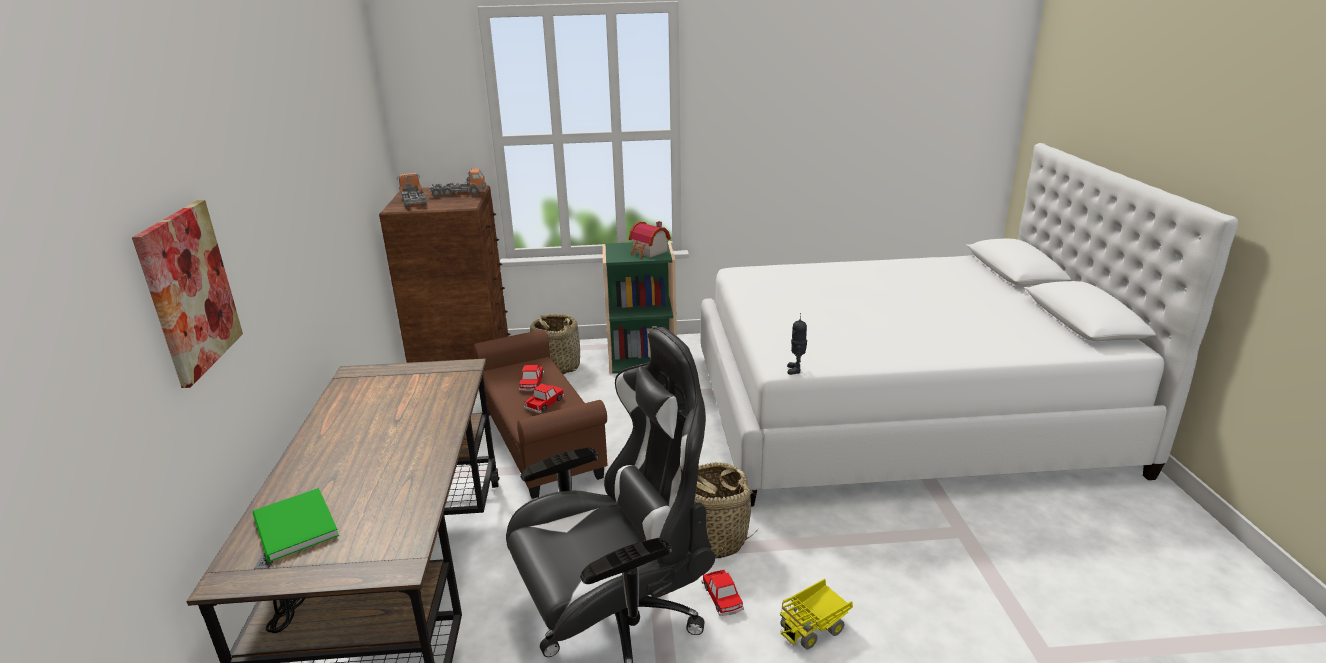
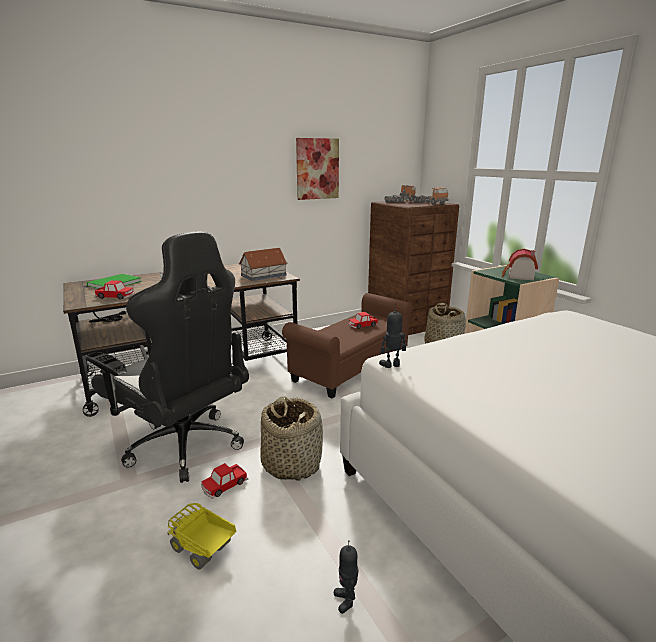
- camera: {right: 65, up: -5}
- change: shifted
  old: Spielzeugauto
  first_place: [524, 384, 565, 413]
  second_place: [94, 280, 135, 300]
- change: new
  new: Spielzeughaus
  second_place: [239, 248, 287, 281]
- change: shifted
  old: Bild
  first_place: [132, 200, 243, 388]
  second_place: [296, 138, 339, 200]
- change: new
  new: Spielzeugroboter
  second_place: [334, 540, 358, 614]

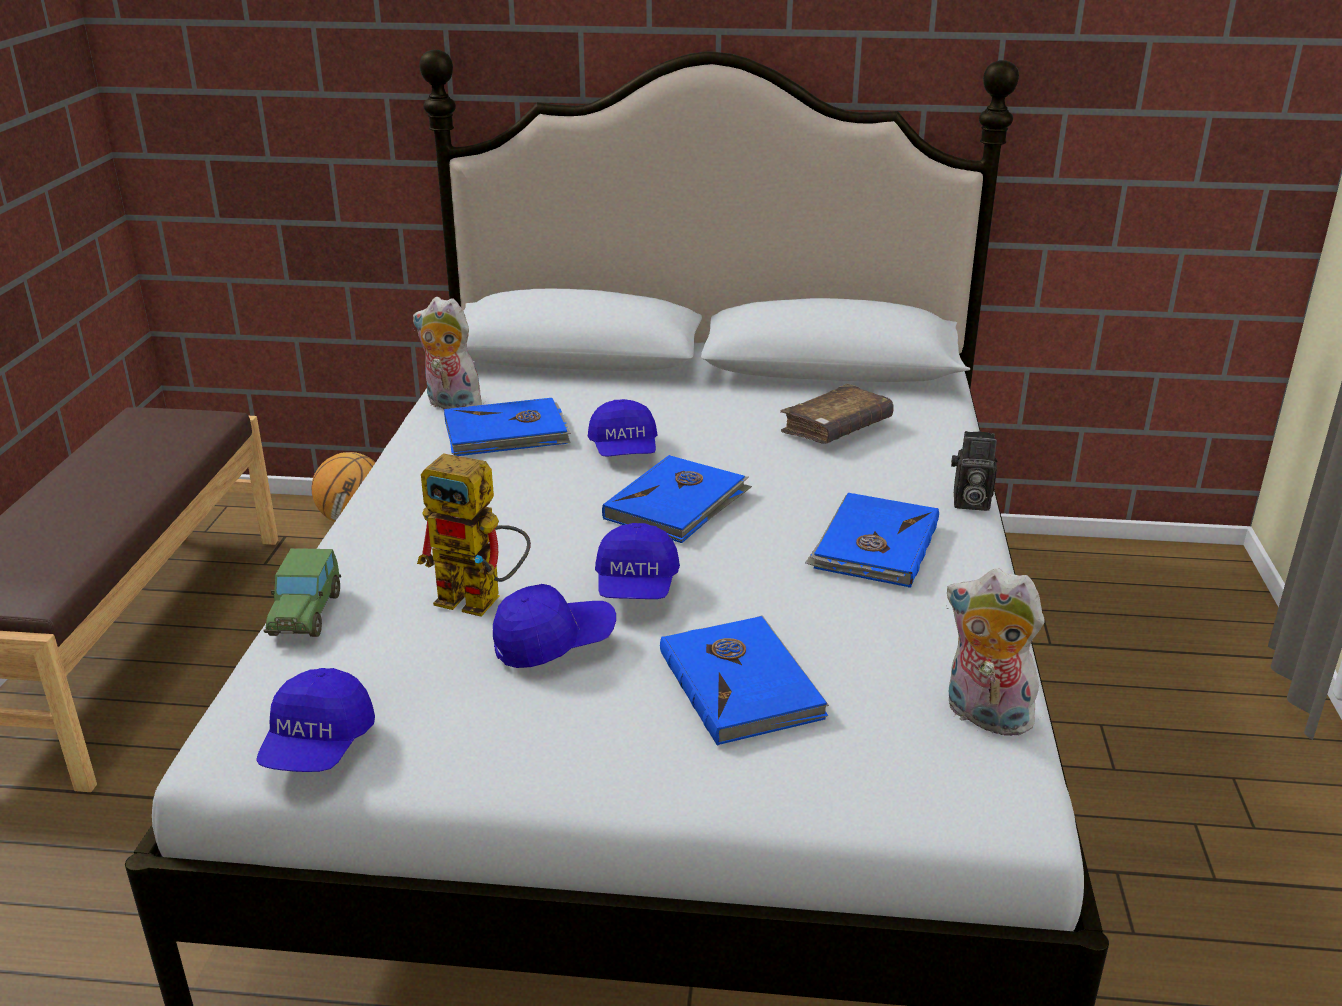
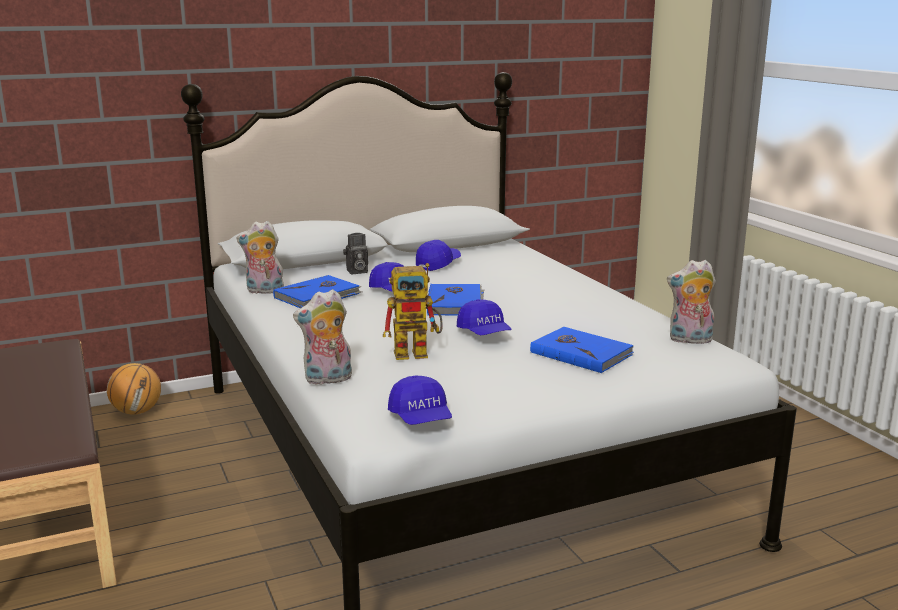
- camera: {right: -30, up: -10}
- change: swapped
  old: Spielzeugauto
  new: Plüschtier
  first_place: [264, 548, 341, 637]
  second_place: [293, 289, 352, 385]
- change: shifted
  old: Kamera
  first_place: [951, 431, 997, 511]
  second_place: [343, 233, 368, 274]
- change: shifted
  old: Kappe/blau
  first_place: [493, 584, 616, 668]
  second_place: [416, 240, 461, 271]
- change: gone
  old: Buch/braun
  first_place: [780, 384, 894, 444]
- change: gone
  old: Buch/blau
  first_place: [805, 493, 939, 588]

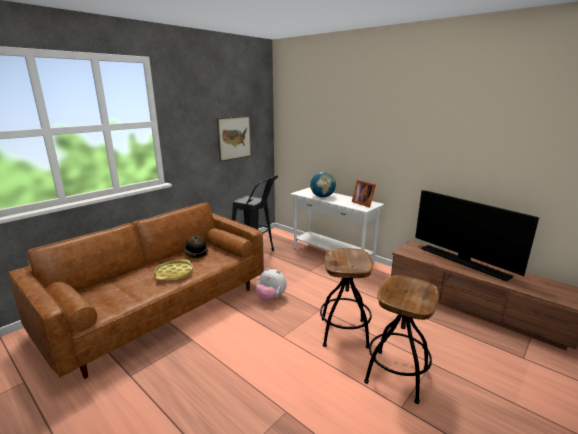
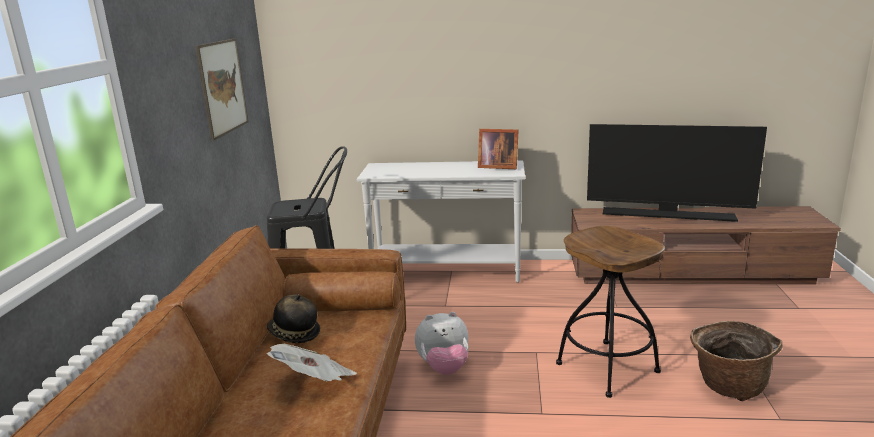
- camera: {right: -35, up: 0}
- change: swapped
  old: Tablett/gelb
  new: Zeitung
  first_place: [154, 259, 193, 281]
  second_place: [266, 344, 357, 382]
- change: swapped
  old: Hocker/braun
  new: Korb
  first_place: [364, 275, 439, 404]
  second_place: [690, 321, 783, 402]
- change: gone
  old: Globus
  first_place: [310, 172, 336, 198]

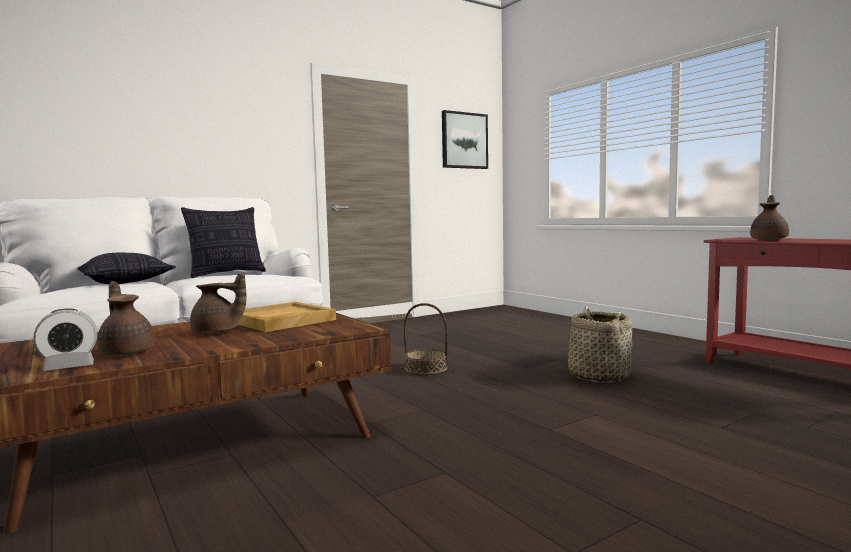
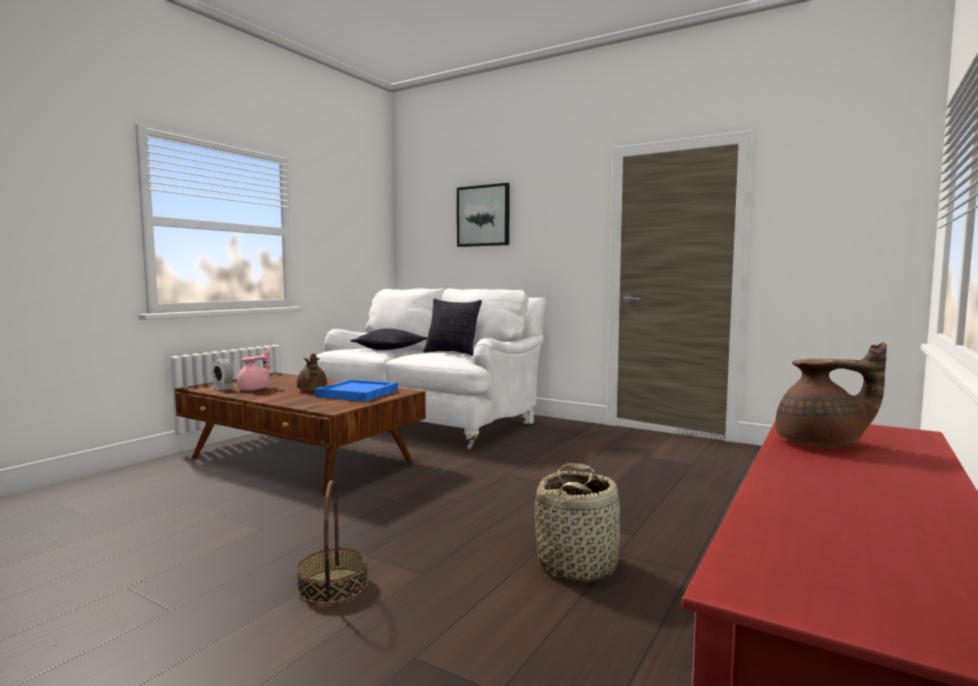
- camera: {right: 65, up: 0}
- change: repainted
  old: Teekanne/braun
  new: Teekanne/rosa
  first_place: [97, 281, 155, 356]
  second_place: [237, 348, 270, 390]
- change: shifted
  old: Korb
  first_place: [404, 303, 448, 375]
  second_place: [296, 480, 368, 605]
- change: repainted
  old: Tablett/beige
  new: Tablett/blau
  first_place: [238, 302, 336, 332]
  second_place: [315, 379, 398, 401]
- change: shifted
  old: Bild
  first_place: [442, 110, 488, 169]
  second_place: [457, 183, 510, 247]

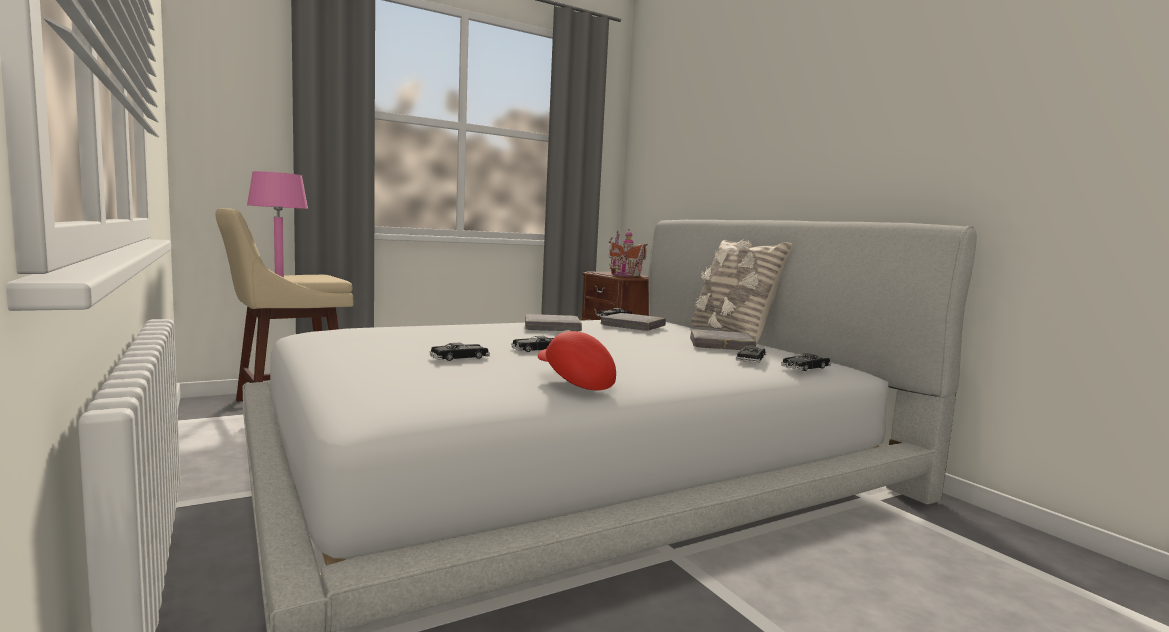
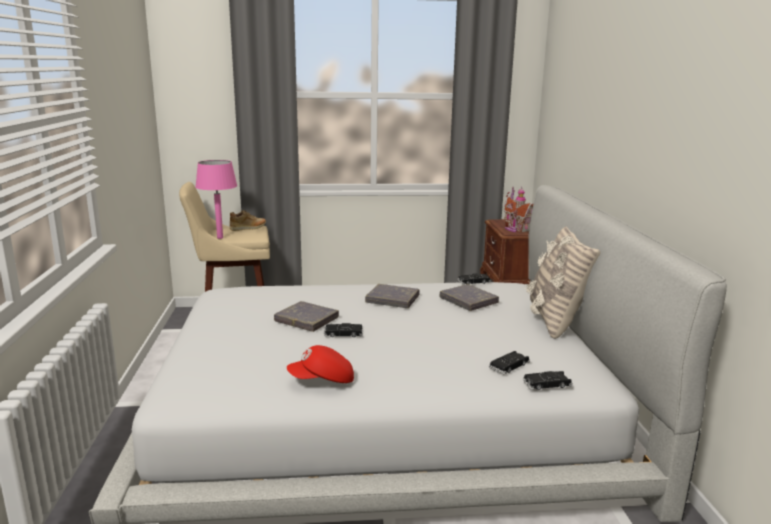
- camera: {right: 25, up: 10}
- change: new
  new: Schuh/beige
  second_place: [230, 210, 266, 231]
- change: shifted
  old: Buch/grau
  first_place: [690, 329, 756, 350]
  second_place: [274, 301, 339, 332]
- change: rotated
  old: Kappe/rot
  first_place: [538, 330, 616, 390]
  second_place: [287, 345, 354, 383]
  degrees: -90
- change: gone
  old: Spielzeugauto/schwarz
  first_place: [430, 343, 490, 361]

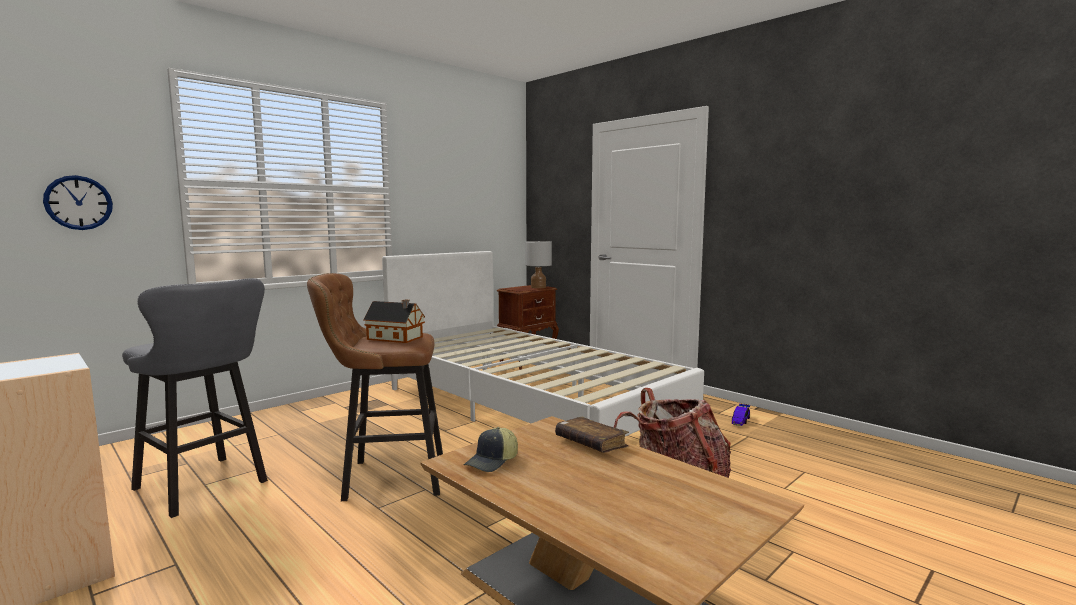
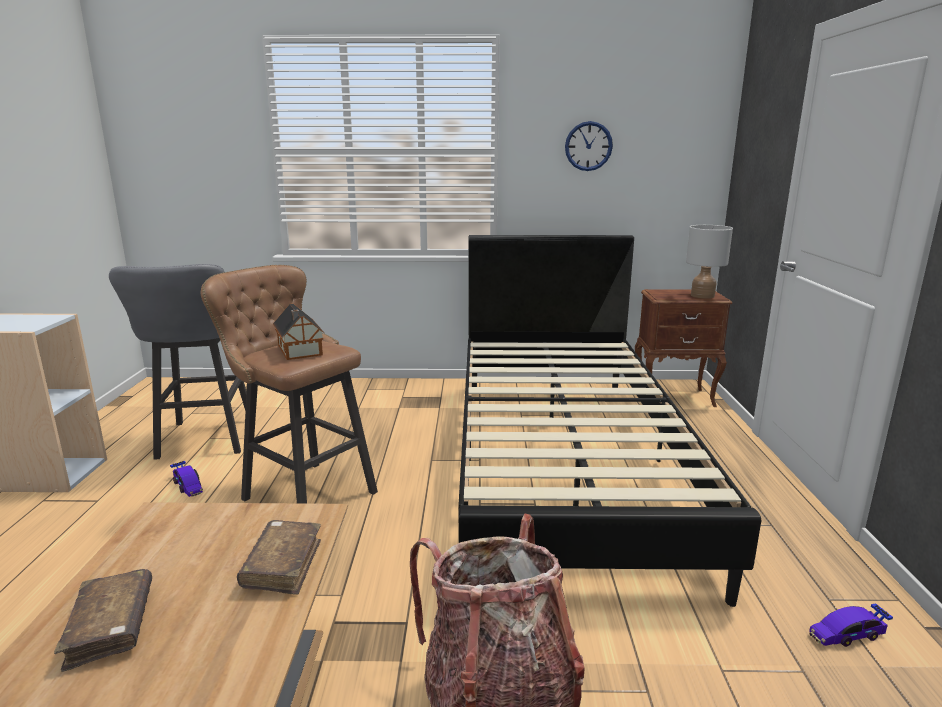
- camera: {right: 45, up: 10}
- change: new
  new: Buch/braun
  second_place: [54, 569, 152, 672]
- change: new
  new: Spielzeugauto
  second_place: [170, 461, 203, 497]
- change: repainted
  old: Bett/weiß
  new: Bett/schwarz
  first_place: [382, 251, 704, 436]
  second_place: [458, 235, 761, 607]
- change: shifted
  old: Wanduhr
  first_place: [43, 175, 113, 230]
  second_place: [565, 121, 613, 171]
- change: gone
  old: Kappe
  first_place: [464, 427, 518, 472]

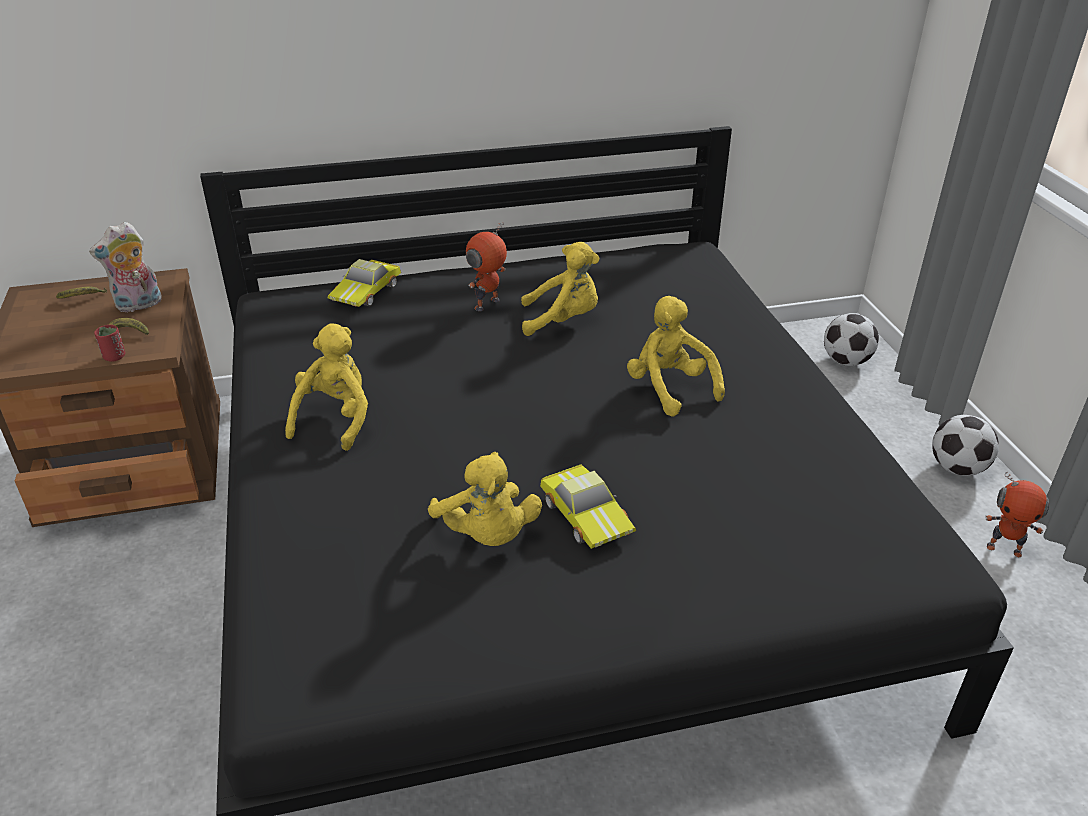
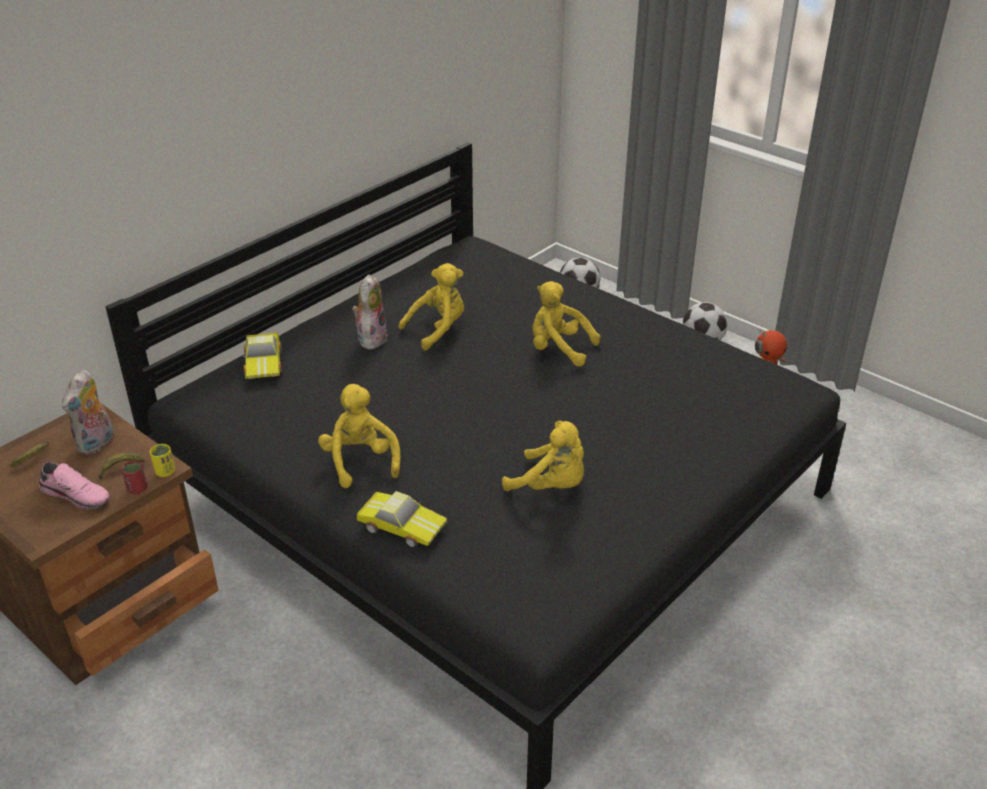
- camera: {right: -35, up: 0}
- change: new
  new: Schuh/rosa
  second_place: [39, 462, 110, 509]
- change: new
  new: Tasse/gelb
  second_place: [150, 444, 175, 477]
- change: swapped
  old: Spielzeugroboter
  new: Plüschtier
  first_place: [466, 223, 507, 311]
  second_place: [352, 274, 387, 350]
- change: shifted
  old: Spielzeugauto
  first_place: [540, 464, 636, 549]
  second_place: [357, 491, 448, 547]

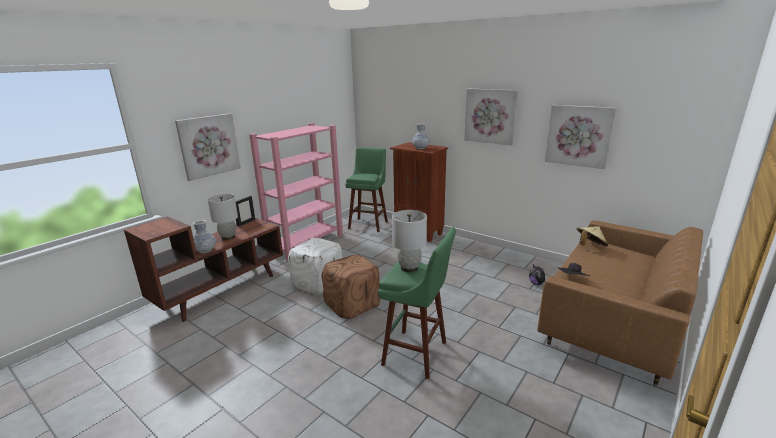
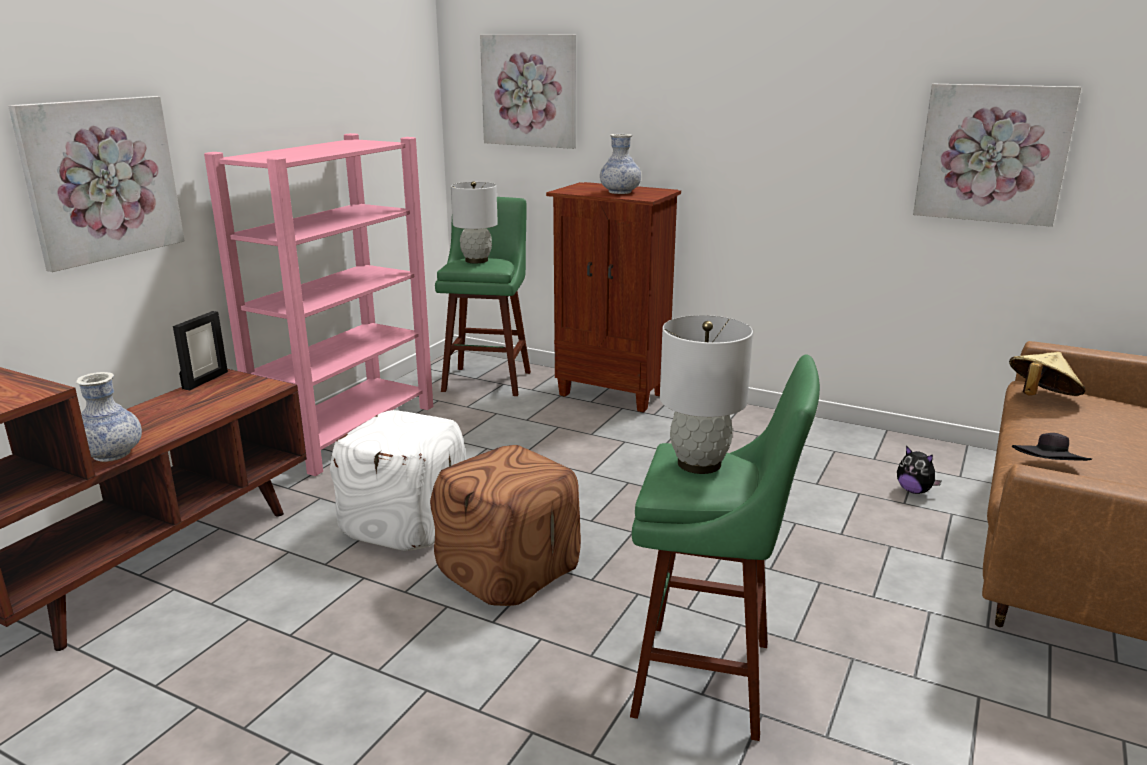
- camera: {right: -10, up: 0}
- change: shifted
  old: Tischlampe/weiß
  first_place: [208, 194, 238, 240]
  second_place: [451, 181, 498, 263]
- change: shifted
  old: Bild
  first_place: [464, 89, 518, 146]
  second_place: [480, 35, 576, 149]

